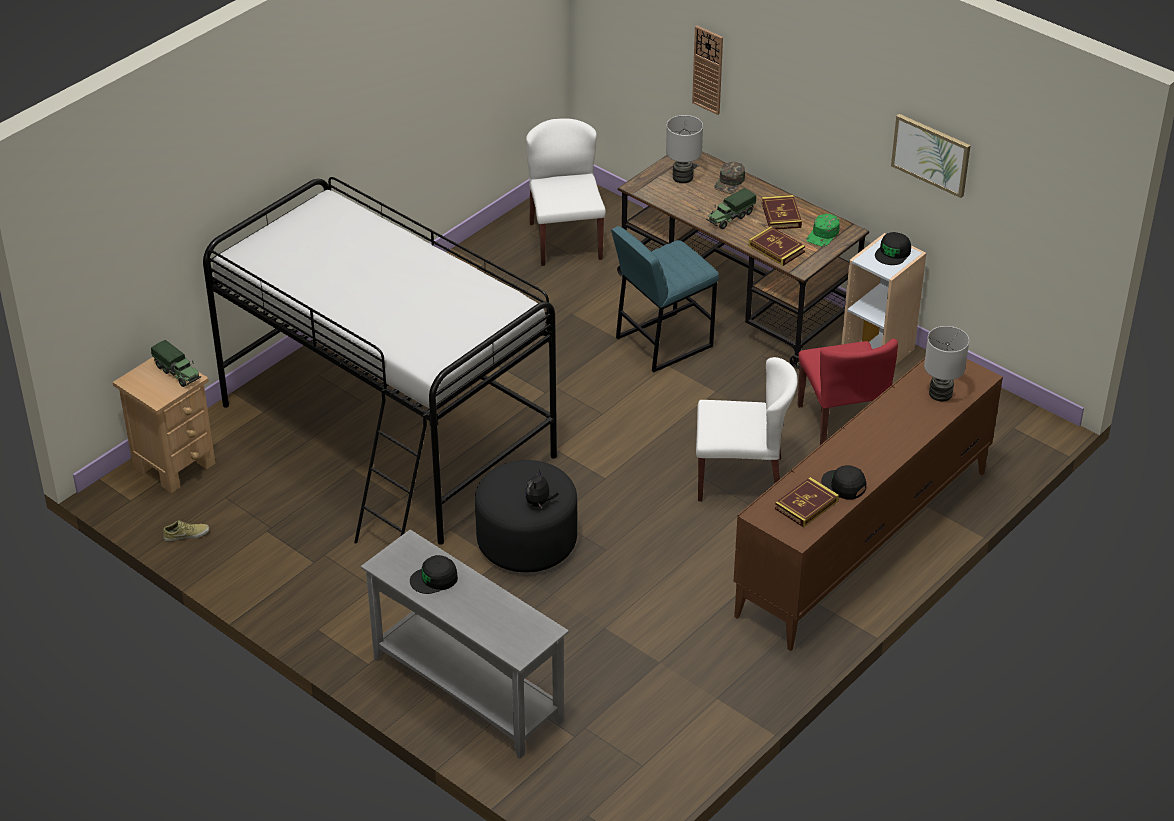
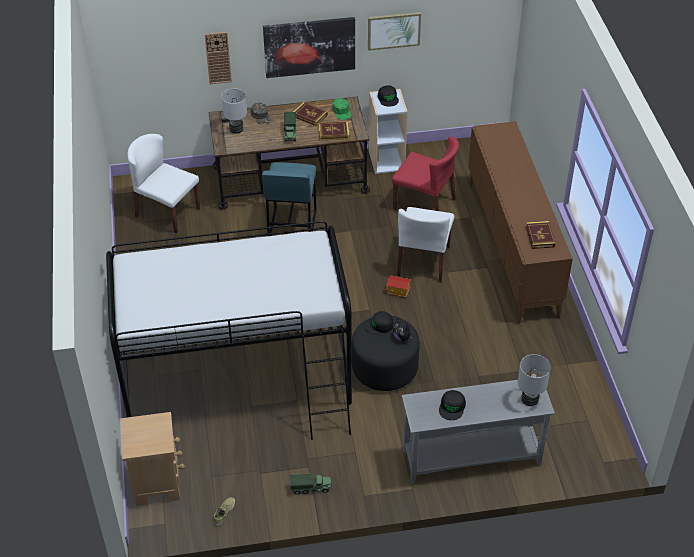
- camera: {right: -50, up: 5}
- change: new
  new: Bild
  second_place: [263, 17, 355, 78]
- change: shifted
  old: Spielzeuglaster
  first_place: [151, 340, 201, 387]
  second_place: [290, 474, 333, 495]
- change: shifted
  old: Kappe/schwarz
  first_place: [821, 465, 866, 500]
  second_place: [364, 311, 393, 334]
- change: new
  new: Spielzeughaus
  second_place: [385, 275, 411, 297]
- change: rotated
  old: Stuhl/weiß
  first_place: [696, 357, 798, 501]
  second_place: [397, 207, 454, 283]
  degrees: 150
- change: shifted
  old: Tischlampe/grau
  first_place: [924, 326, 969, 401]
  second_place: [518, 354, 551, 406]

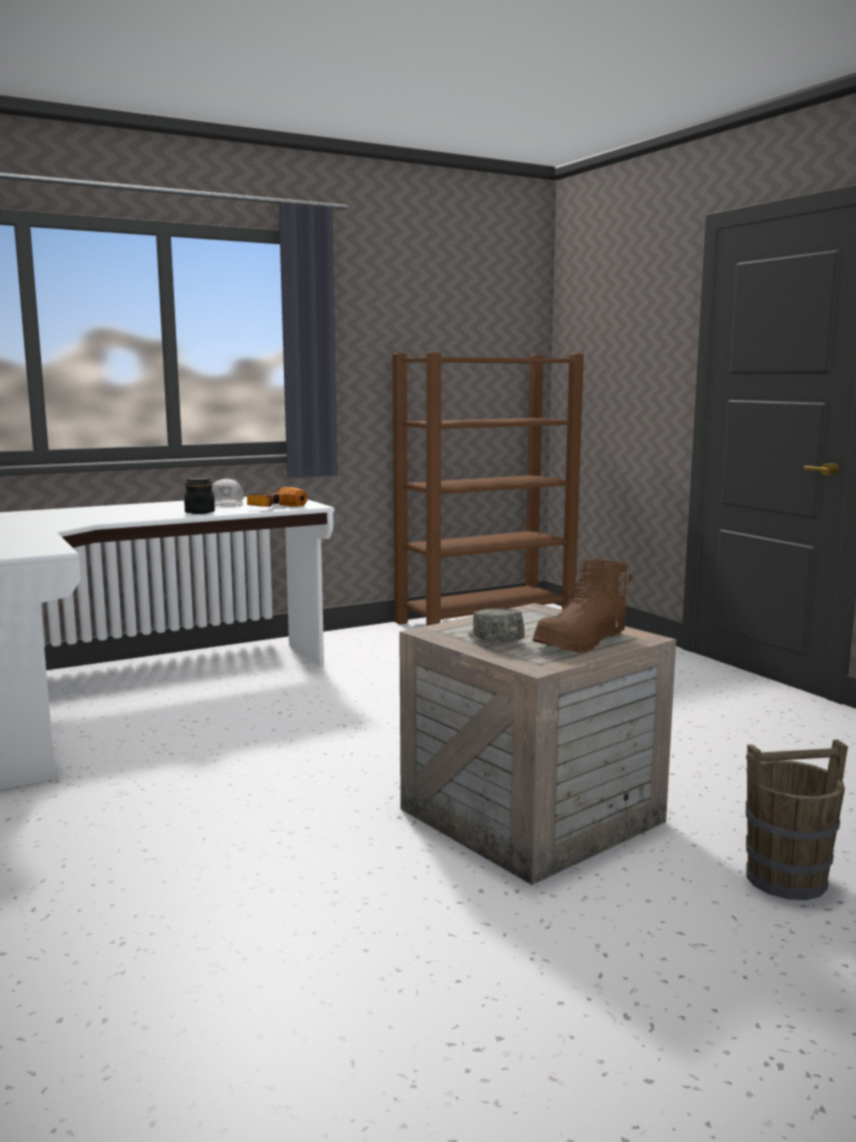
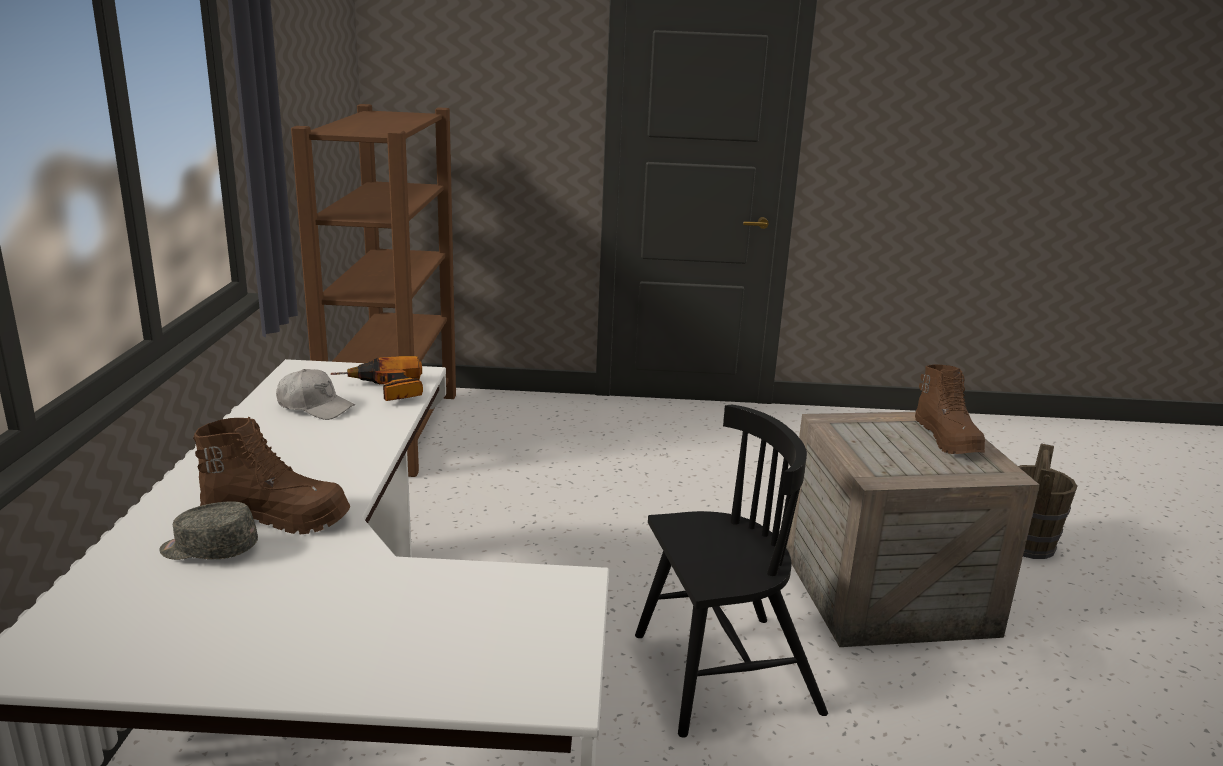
- camera: {right: -60, up: 10}
- change: shifted
  old: Kappe/grau
  first_place: [468, 609, 525, 642]
  second_place: [159, 501, 258, 560]
- change: new
  new: Stiefel/braun
  second_place: [193, 417, 350, 534]
- change: new
  new: Stuhl/schwarz
  second_place: [635, 405, 828, 738]
- change: gone
  old: Vorratsglas/schwarz
  first_place: [184, 477, 215, 514]

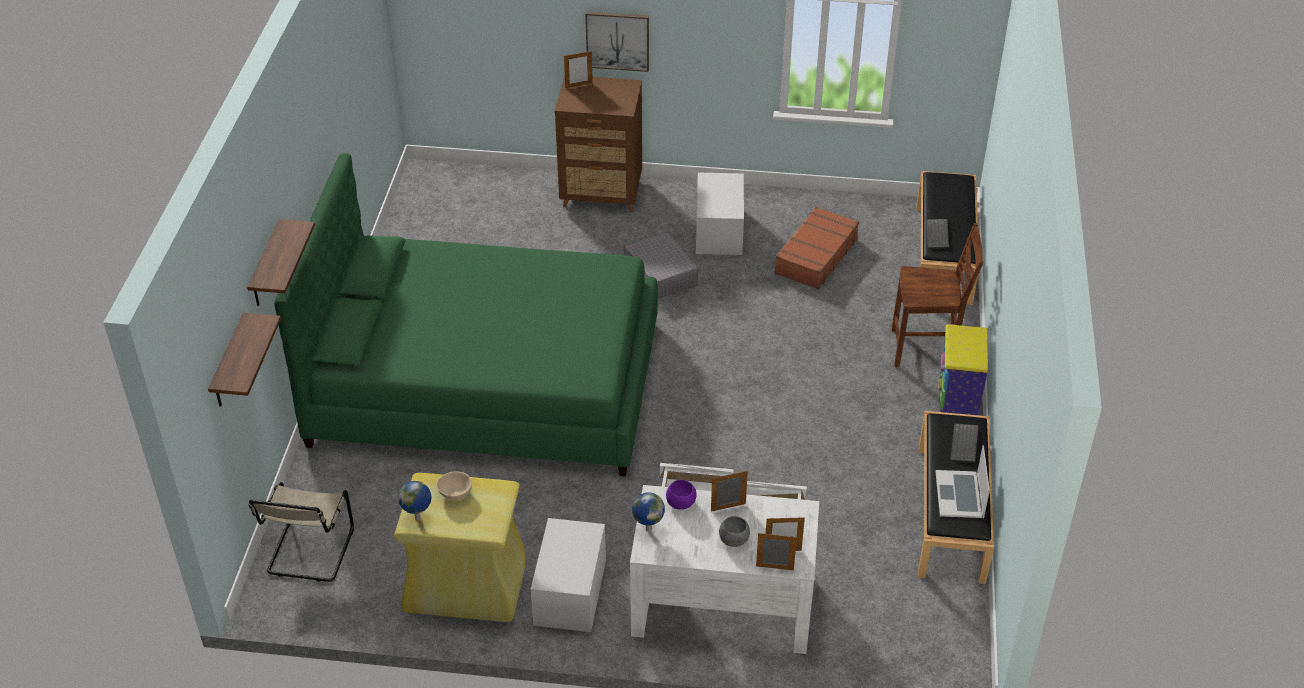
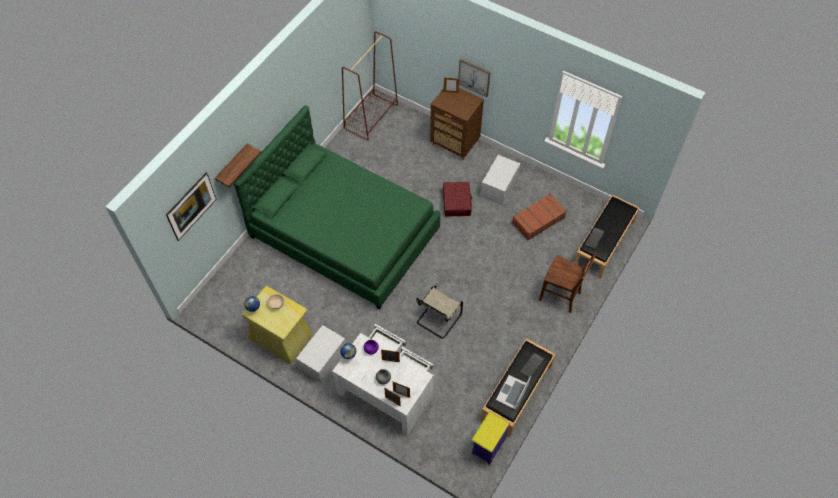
- camera: {right: 25, up: 15}
- change: swapped
  old: Wandregal
  new: Bild
  first_place: [208, 313, 281, 407]
  second_place: [166, 173, 217, 241]
- change: new
  new: Kleiderständer/braun
  second_place: [342, 31, 398, 140]
- change: shifted
  old: Stuhl/beige
  first_place: [249, 482, 354, 582]
  second_place: [416, 285, 463, 339]
- change: repainted
  old: Koffer/grau
  new: Koffer/rot
  first_place: [623, 232, 699, 299]
  second_place: [443, 182, 472, 217]
- change: shifted
  old: Nachttisch
  first_place: [937, 324, 988, 415]
  second_place: [471, 411, 510, 465]

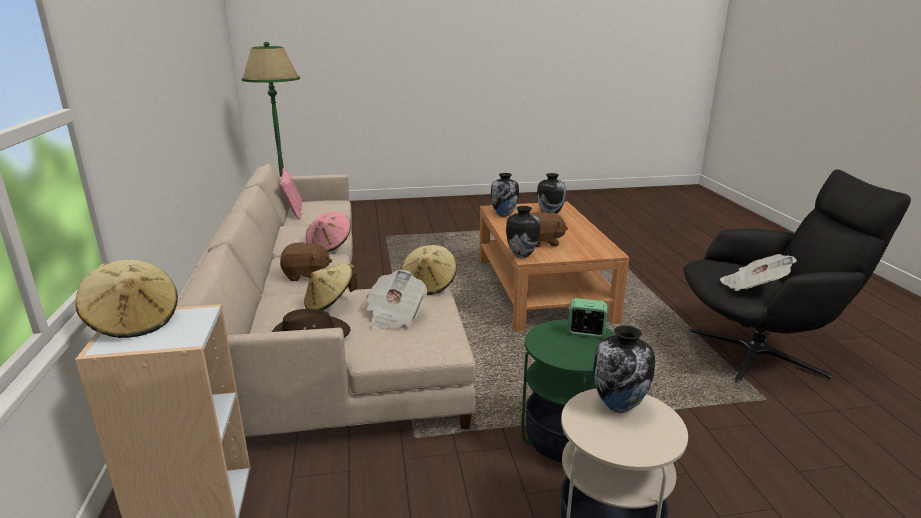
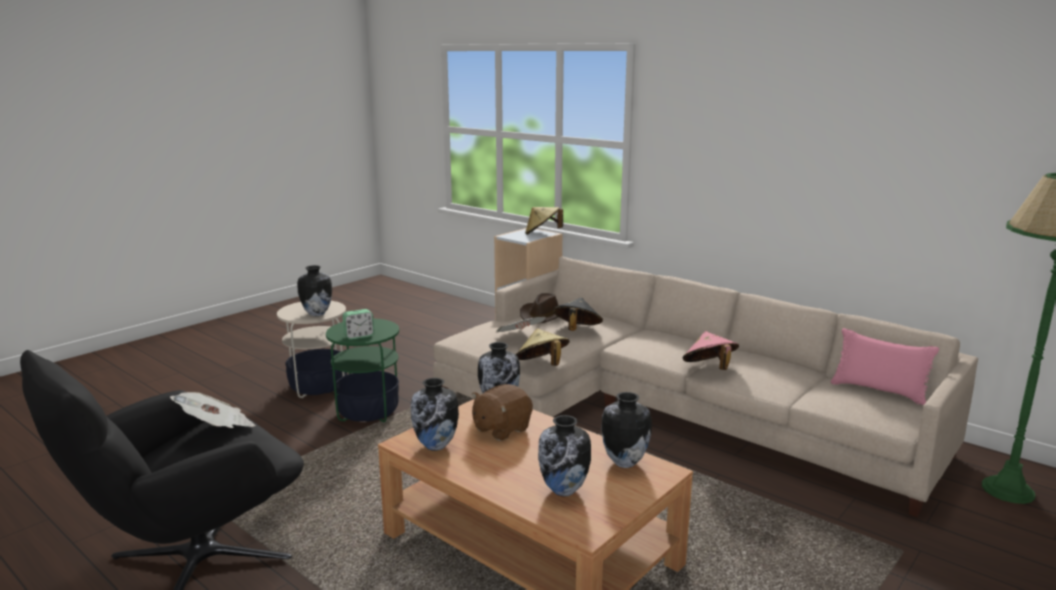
- camera: {right: 140, up: -5}
- change: new
  new: Vase
  second_place: [411, 378, 459, 451]
- change: repainted
  old: Hut/beige
  new: Hut/schwarz
  first_place: [304, 263, 357, 310]
  second_place: [553, 298, 603, 331]
- change: gone
  old: Plüschtier/braun
  first_place: [280, 241, 332, 281]

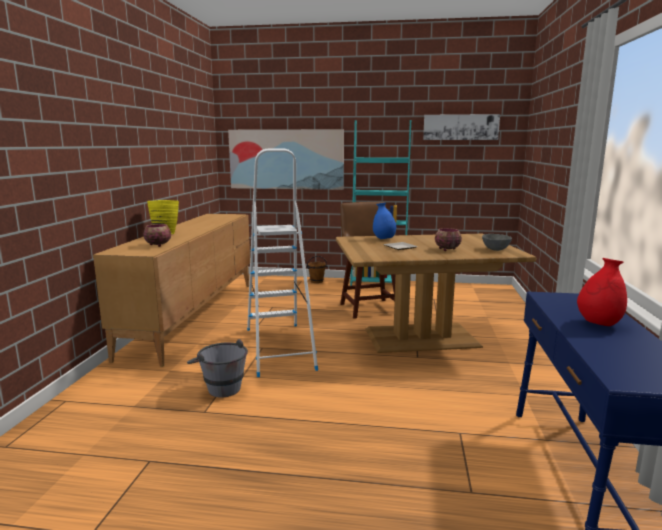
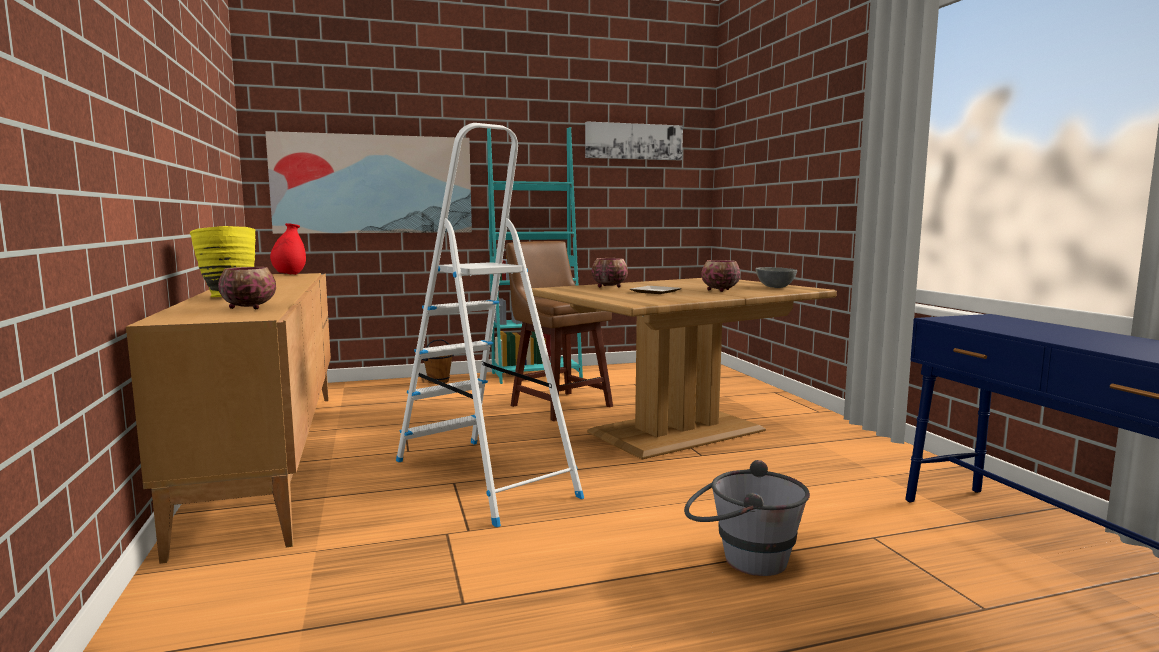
- camera: {right: -25, up: -5}
- change: shifted
  old: Vase/rot
  first_place: [577, 258, 627, 326]
  second_place: [270, 223, 306, 275]
- change: swapped
  old: Vase/blau
  new: Schüssel
  first_place: [373, 203, 396, 239]
  second_place: [592, 258, 628, 287]
- change: shifted
  old: Eimer/grau
  first_place: [187, 339, 248, 398]
  second_place: [684, 460, 810, 576]

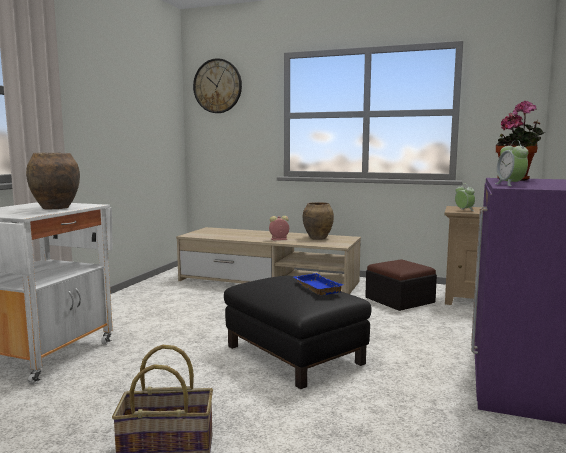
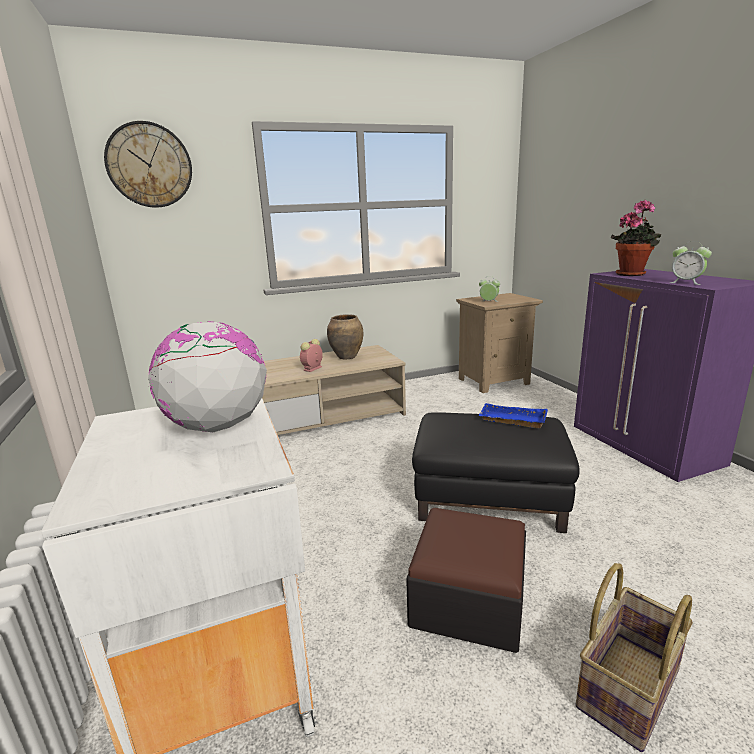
- camera: {right: -40, up: 10}
- change: swapped
  old: Vase/braun
  new: Globus
  first_place: [26, 153, 80, 209]
  second_place: [148, 321, 267, 432]
- change: shifted
  old: Polsterhocker
  first_place: [365, 259, 437, 311]
  second_place: [406, 508, 526, 653]

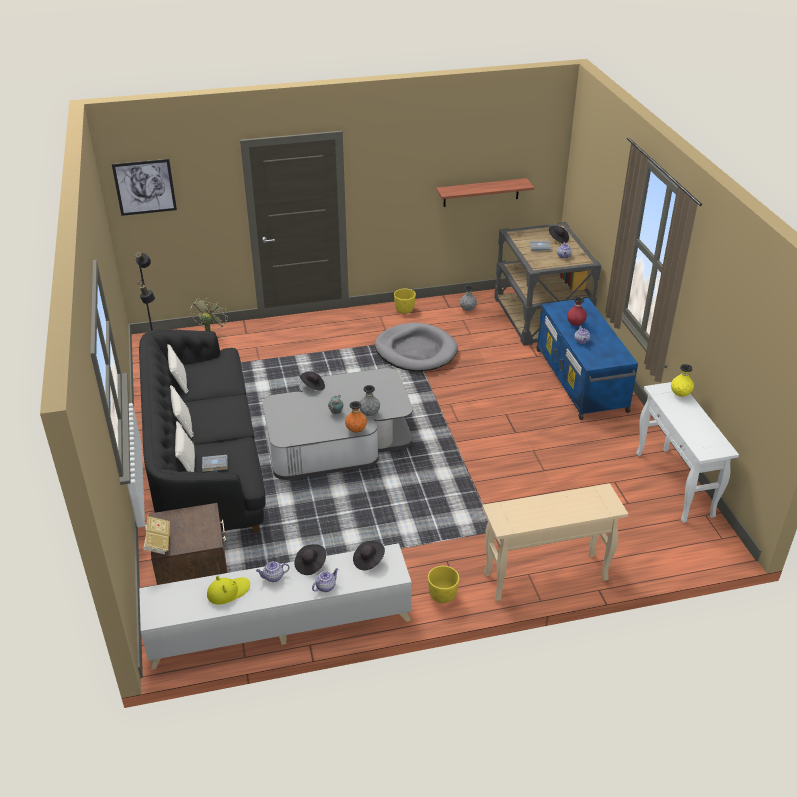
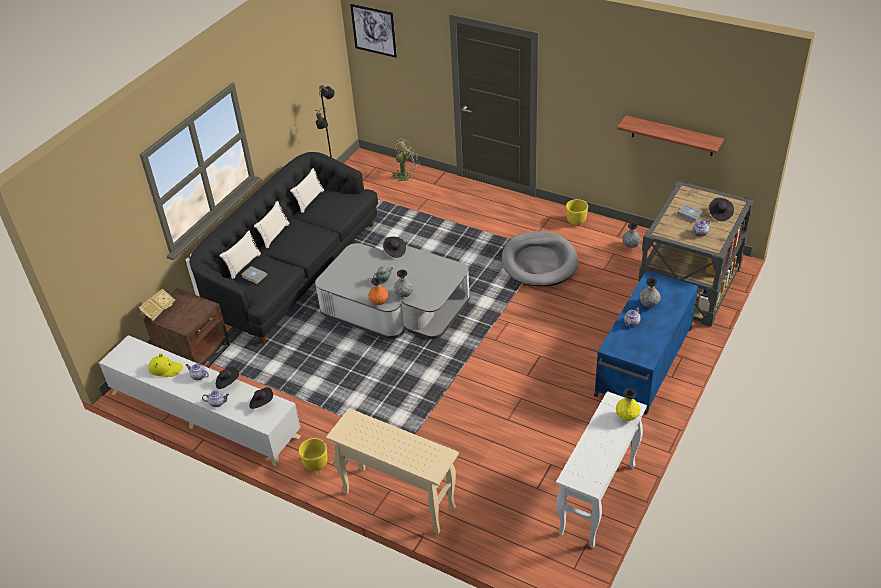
- camera: {right: 45, up: 5}
- change: repainted
  old: Vase/rot
  new: Vase/grau
  first_place: [567, 297, 587, 326]
  second_place: [639, 278, 661, 307]

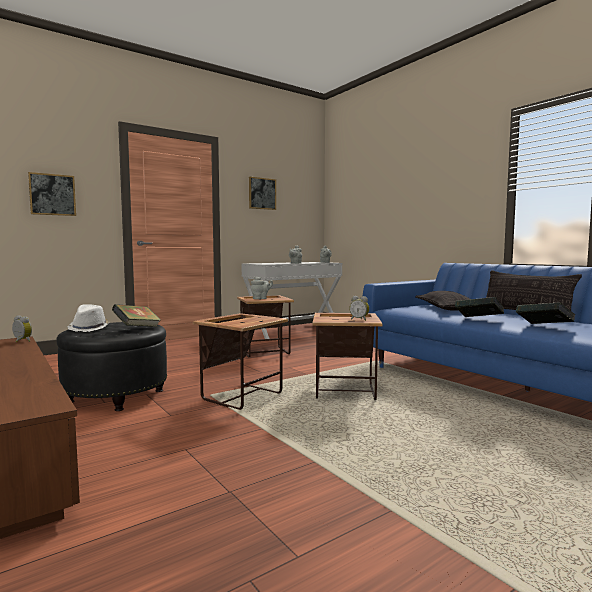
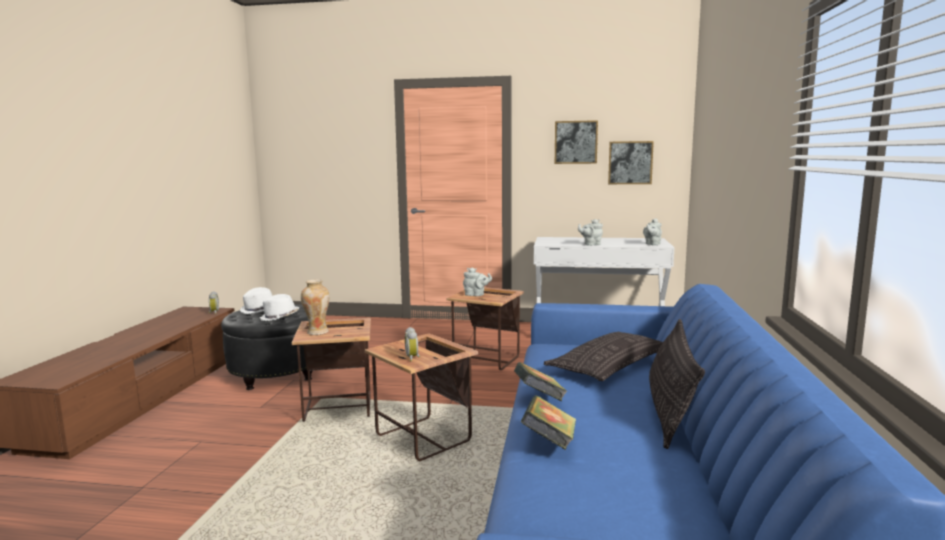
- camera: {right: 45, up: 5}
- change: swapped
  old: Buch
  new: Hut/weiß
  first_place: [112, 304, 161, 327]
  second_place: [260, 294, 299, 321]
- change: new
  new: Vase
  second_place: [301, 279, 329, 335]
- change: shifted
  old: Bild
  first_place: [28, 172, 76, 216]
  second_place: [608, 141, 654, 184]

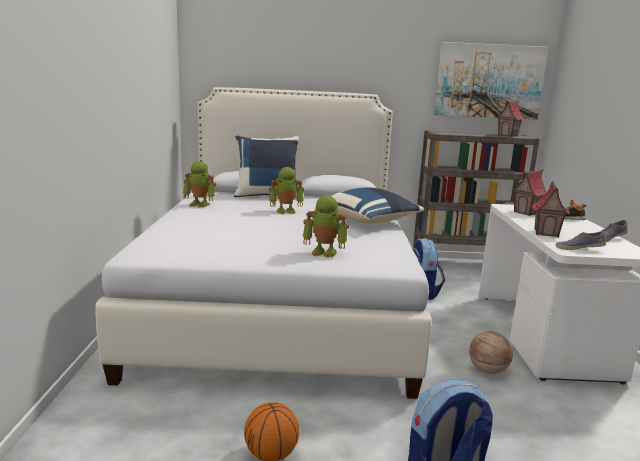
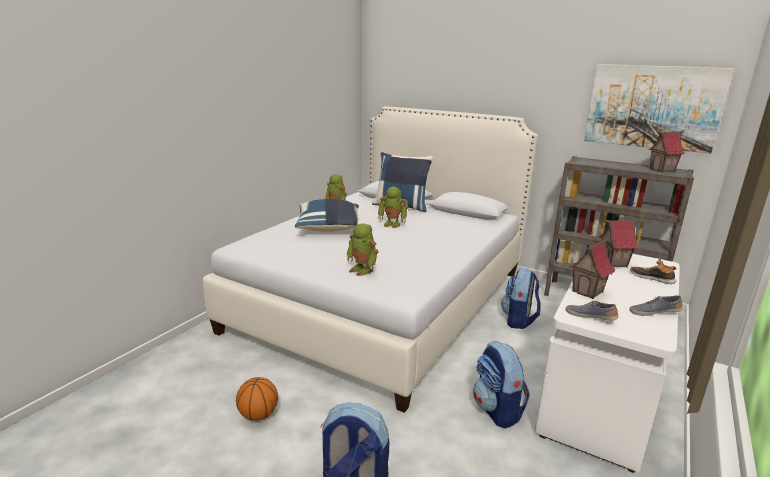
- camera: {right: 30, up: 5}
- change: shifted
  old: Kissen/blau
  first_place: [331, 188, 424, 224]
  second_place: [295, 199, 362, 232]
- change: swapped
  old: Basketball
  new: Rucksack
  first_place: [469, 331, 513, 374]
  second_place: [473, 341, 530, 428]

